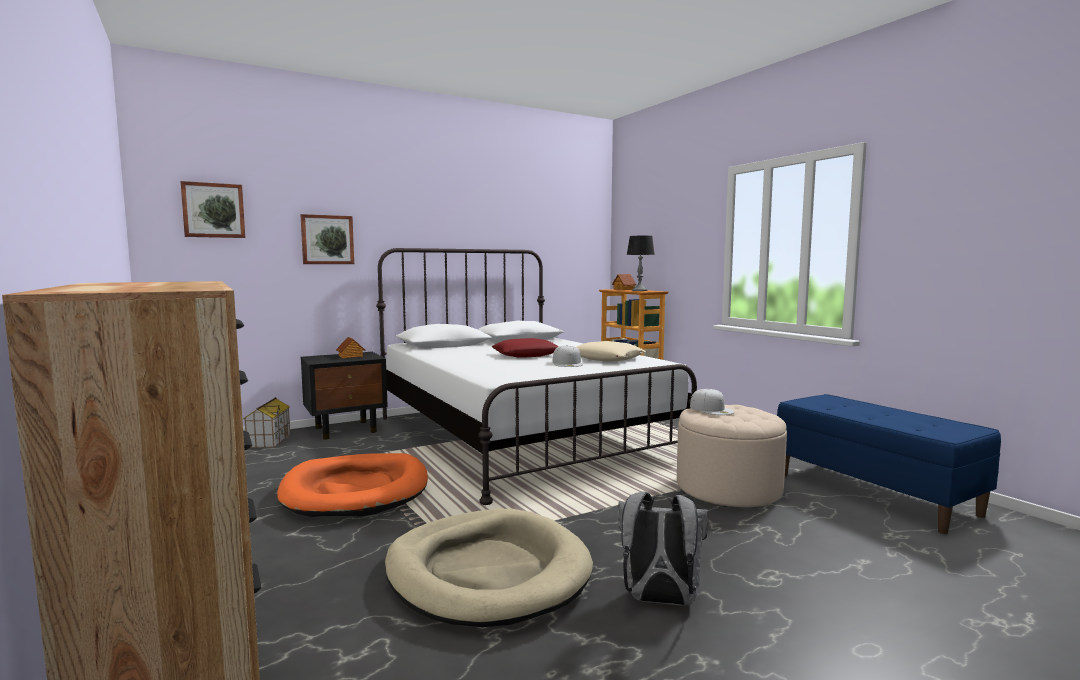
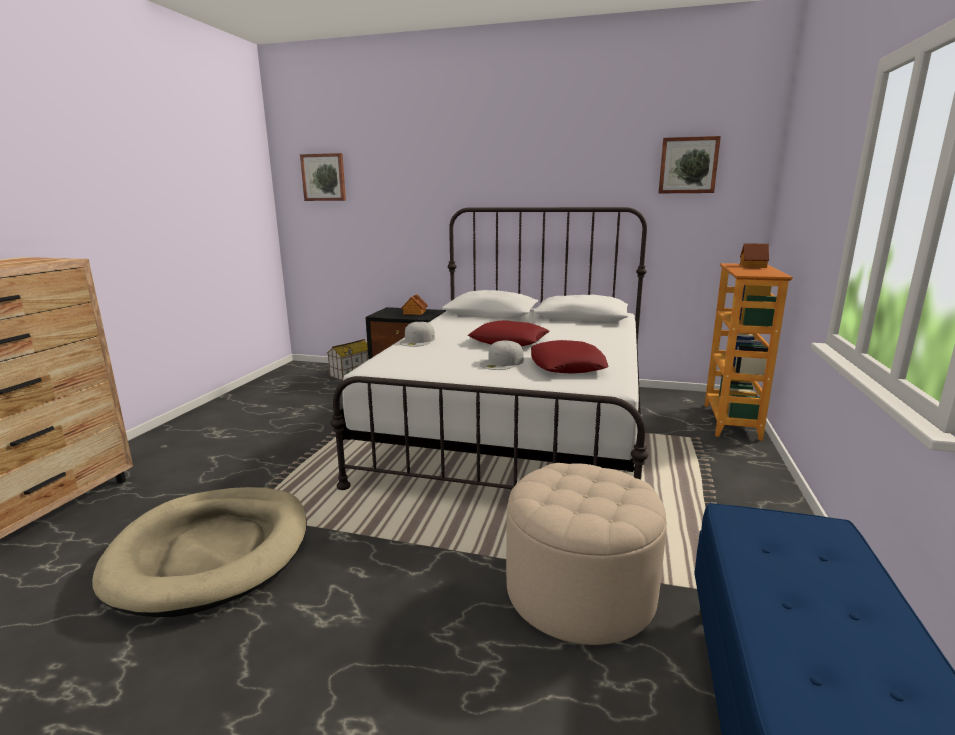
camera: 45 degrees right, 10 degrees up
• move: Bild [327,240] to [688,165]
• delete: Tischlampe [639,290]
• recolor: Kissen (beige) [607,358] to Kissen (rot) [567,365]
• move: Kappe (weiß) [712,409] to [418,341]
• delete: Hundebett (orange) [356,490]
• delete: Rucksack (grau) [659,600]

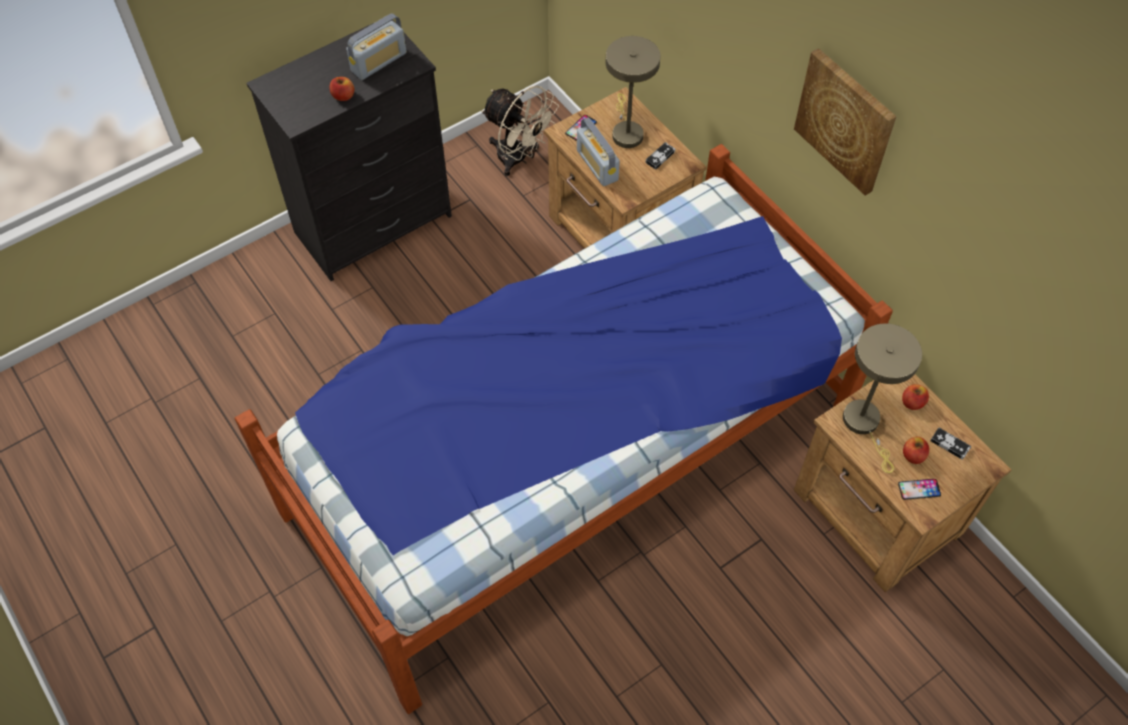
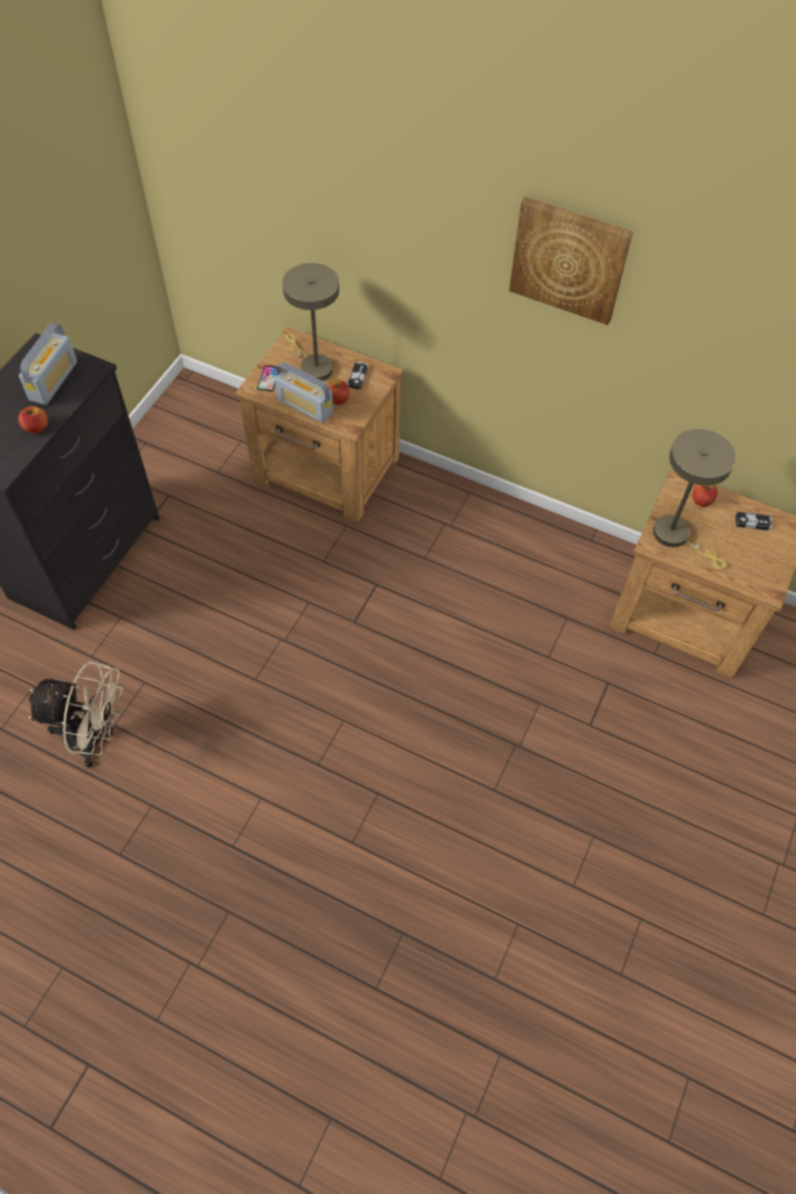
camera: 30 degrees left, 0 degrees up
• move: Ventilator (beige) [519,159] to [94,738]
• delete: Bett [569,460]
• move: Apfel [913,455] to [338,399]
• delete: Handy [919,489]

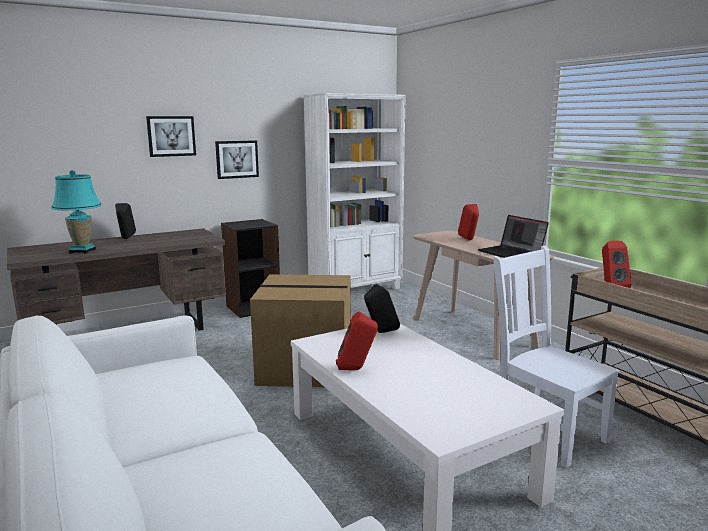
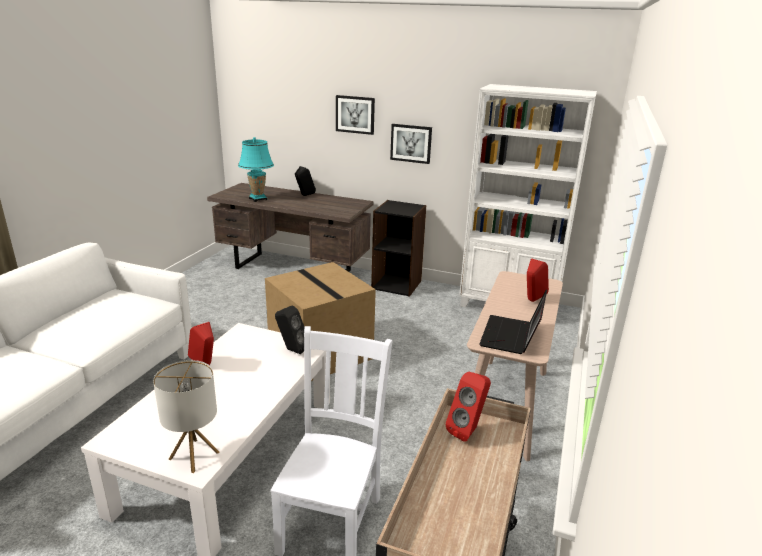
camera: 50 degrees right, 10 degrees up
• insert: Tischlampe [194,455]

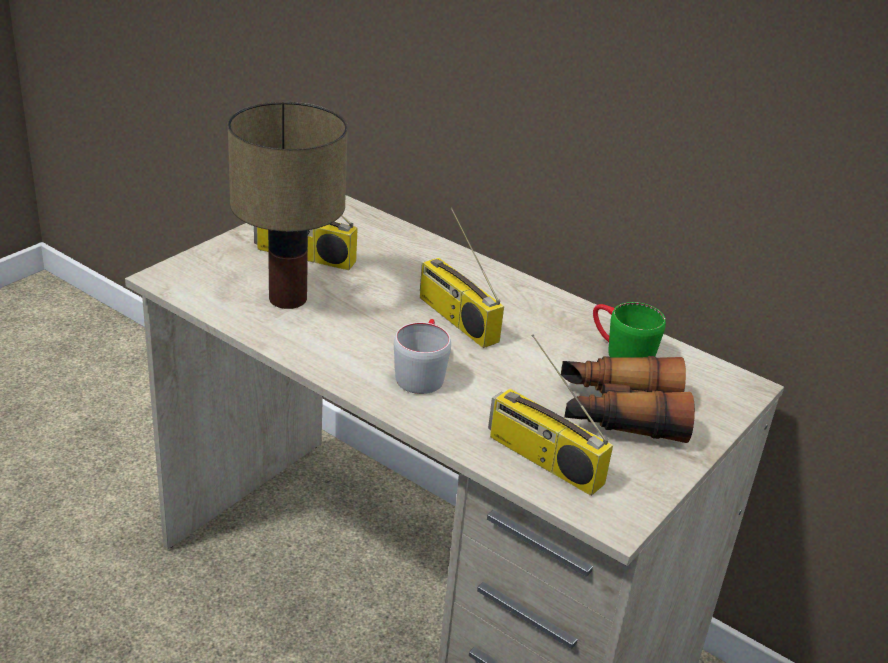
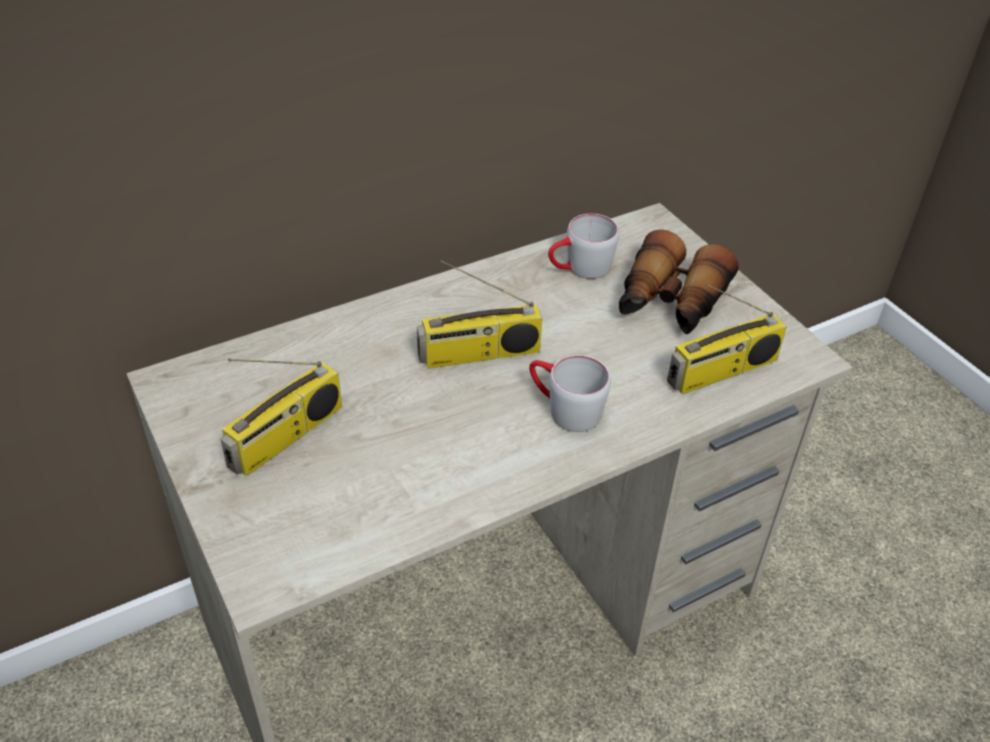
camera: 65 degrees left, 10 degrees up
• delete: Tischlampe [286,300]
• recolor: Henkelbecher (grün) [620,352] to Henkelbecher (grau) [579,269]

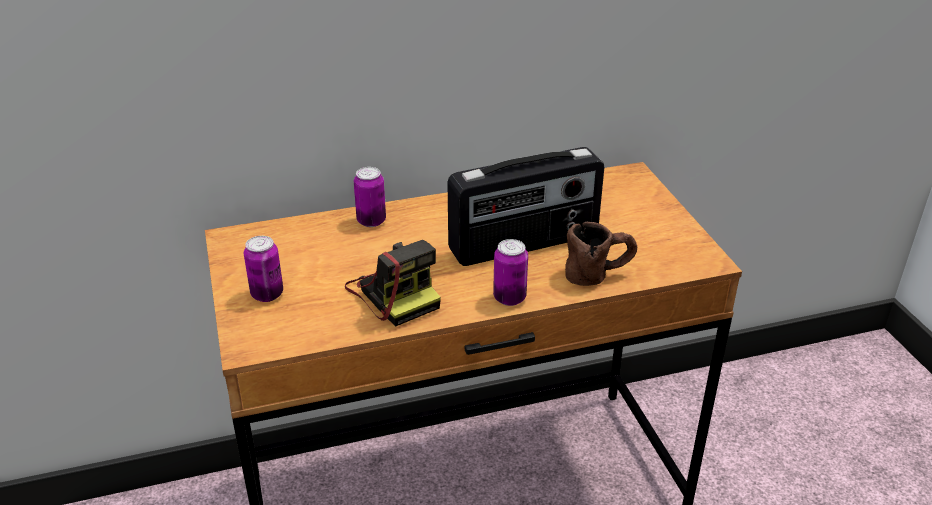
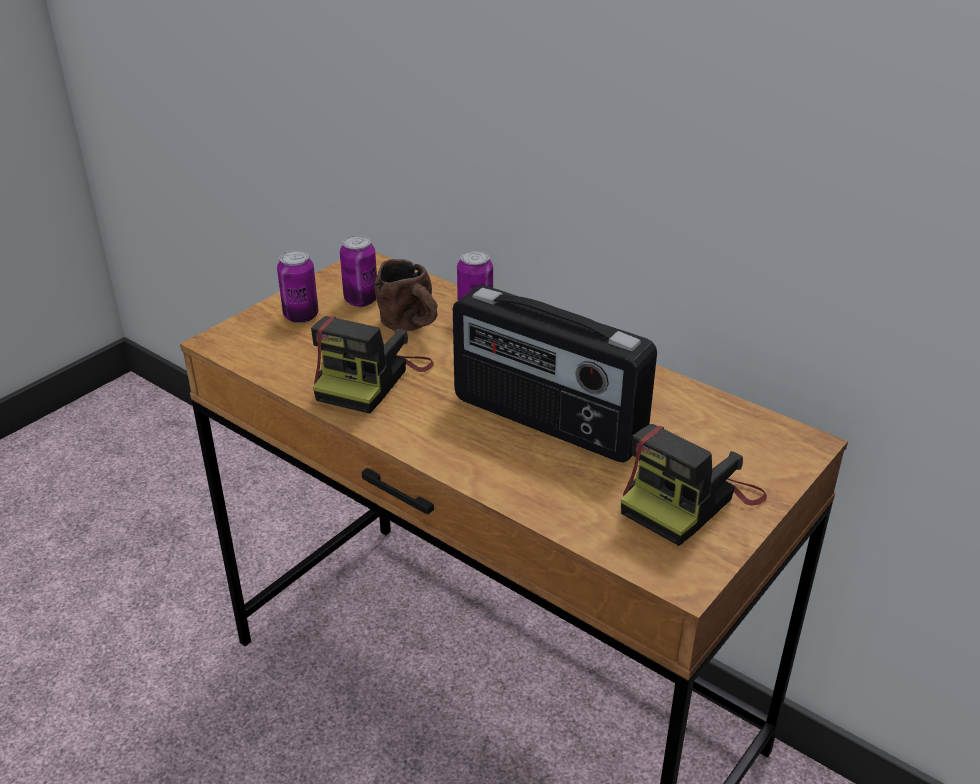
camera: 55 degrees right, 0 degrees up
• move: Henkelbecher (braun) [599,274] to [413,327]
• move: Dose [509,298] to [361,300]
• insert: Kamera [689,500]

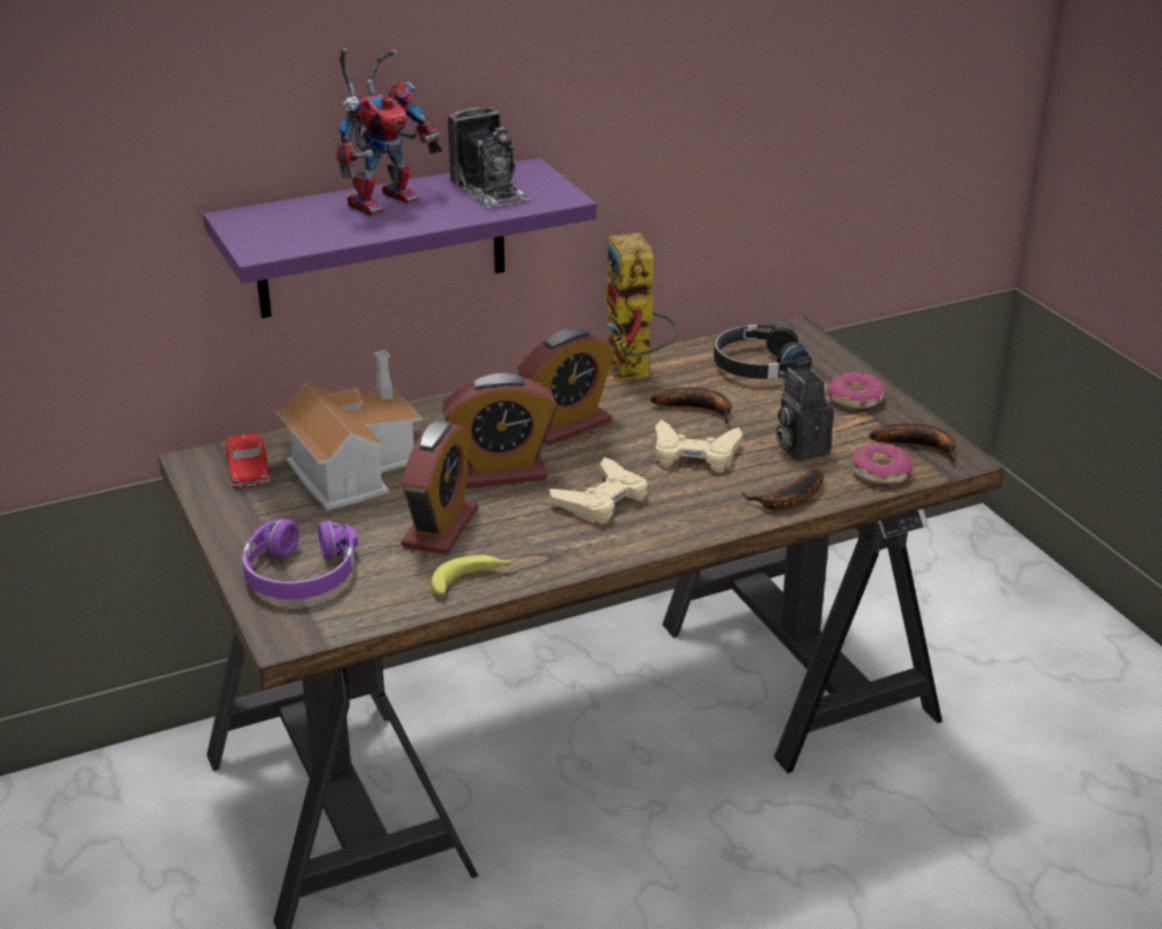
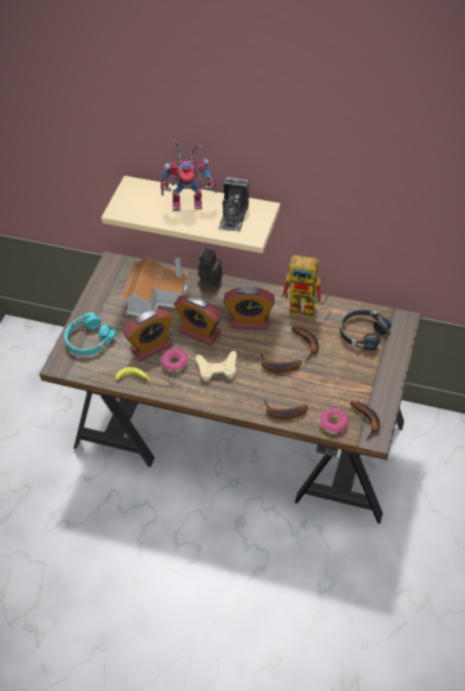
camera: 45 degrees right, 20 degrees up
• recolor: Wandregal (lila) [381,239] to Wandregal (beige) [202,209]
• rotate: Spielzeugroboter [635,372] = [309,307] 105 degrees counterclockwise
• move: Kamera [799,448] to [210,278]
• move: Donut [855,399] to [175,363]
• replace: Gamepad (beige) [695,454] to Banane [277,367]
• delete: Spielzeugauto (rot) [247,466]
• recolor: Kopfhörer (lila) [299,575] to Kopfhörer (türkis) [88,340]

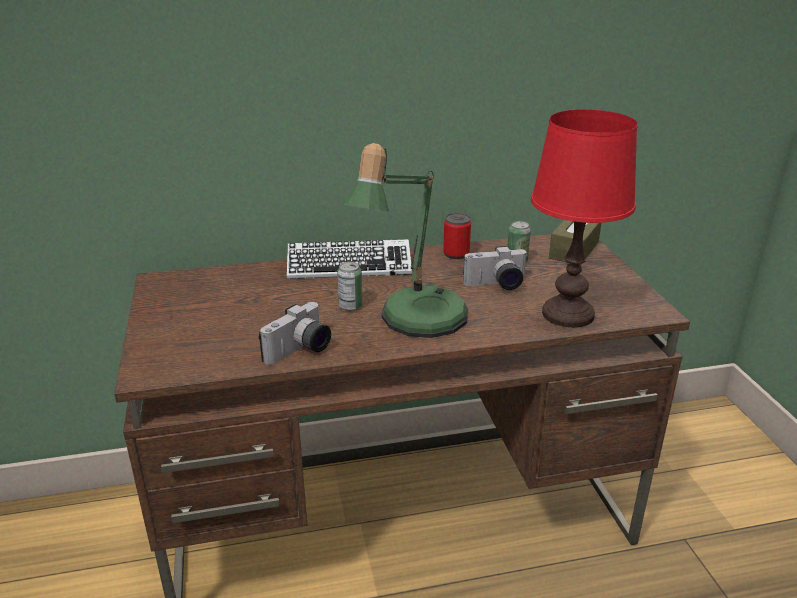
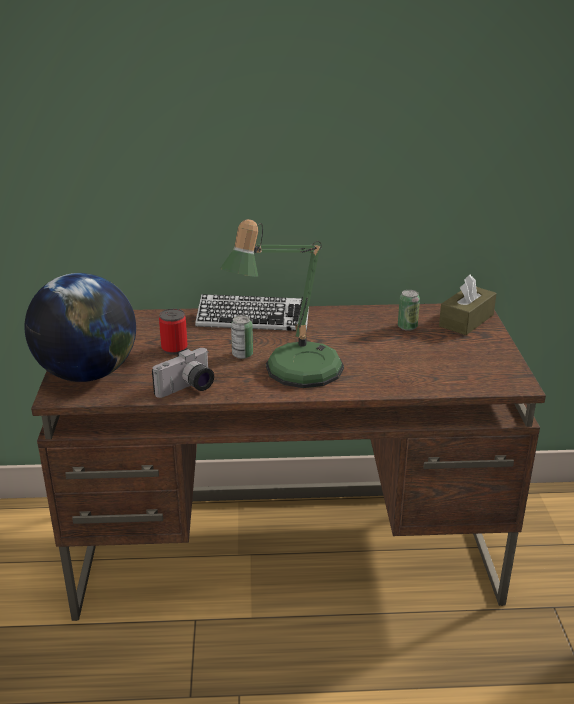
camera: 10 degrees right, 0 degrees up
• delete: Tischlampe (rot) [567,314]
• move: Dose [456,254] to [174,349]
• delete: Kamera [496,285]
• insert: Globus [87,374]

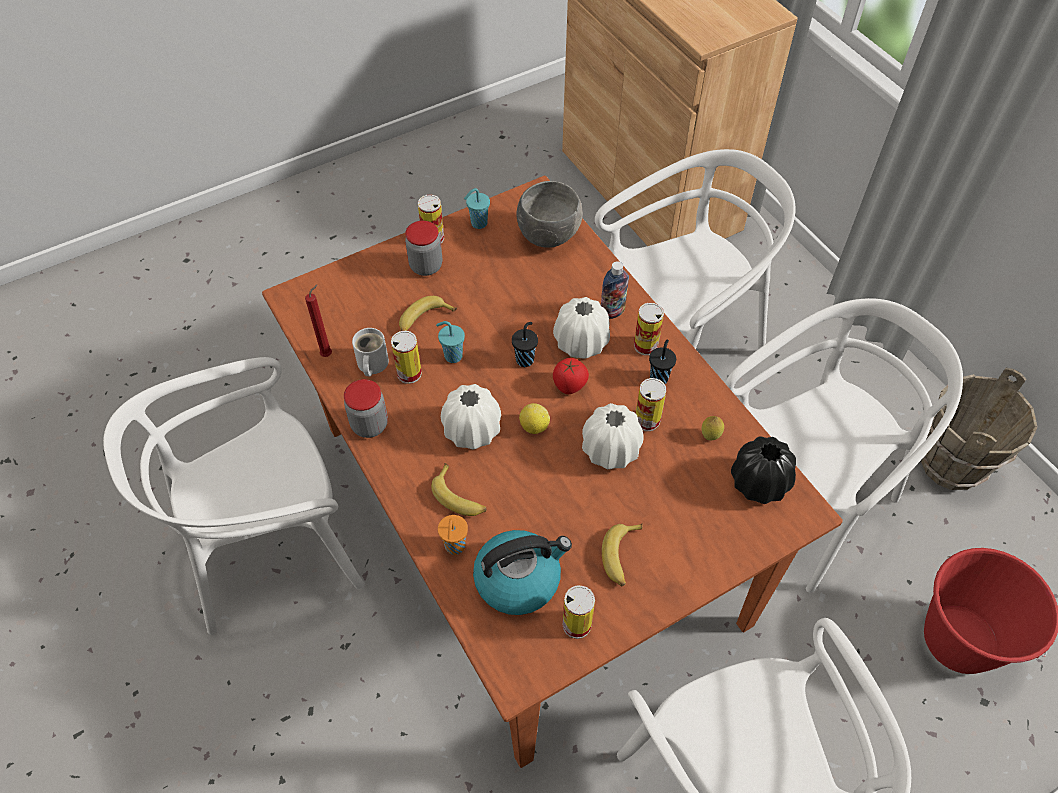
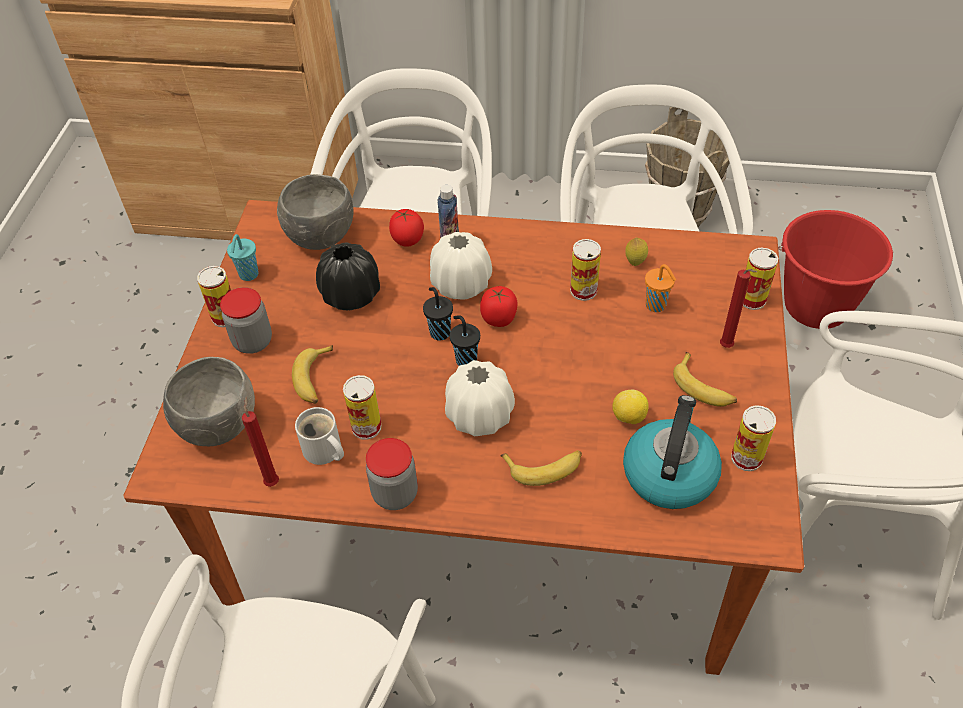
camera: 50 degrees left, 5 degrees down
• move: Dose [645,345] to [752,299]
• delete: Tasse (türkis) [452,356]
• move: Tasse (schwarz) [659,377] to [465,360]
• move: Zitrone [534,426] to [628,417]
• delete: Vase (weiß) [610,450]
• move: Vase (schwarz) [759,483] to [351,295]
• move: Tasse (orange) [454,547] to [656,306]
• insert: Tomate [407,241]
• insert: Kerze (rot) [727,347]
• insert: Schüssel (grau) [218,425]

